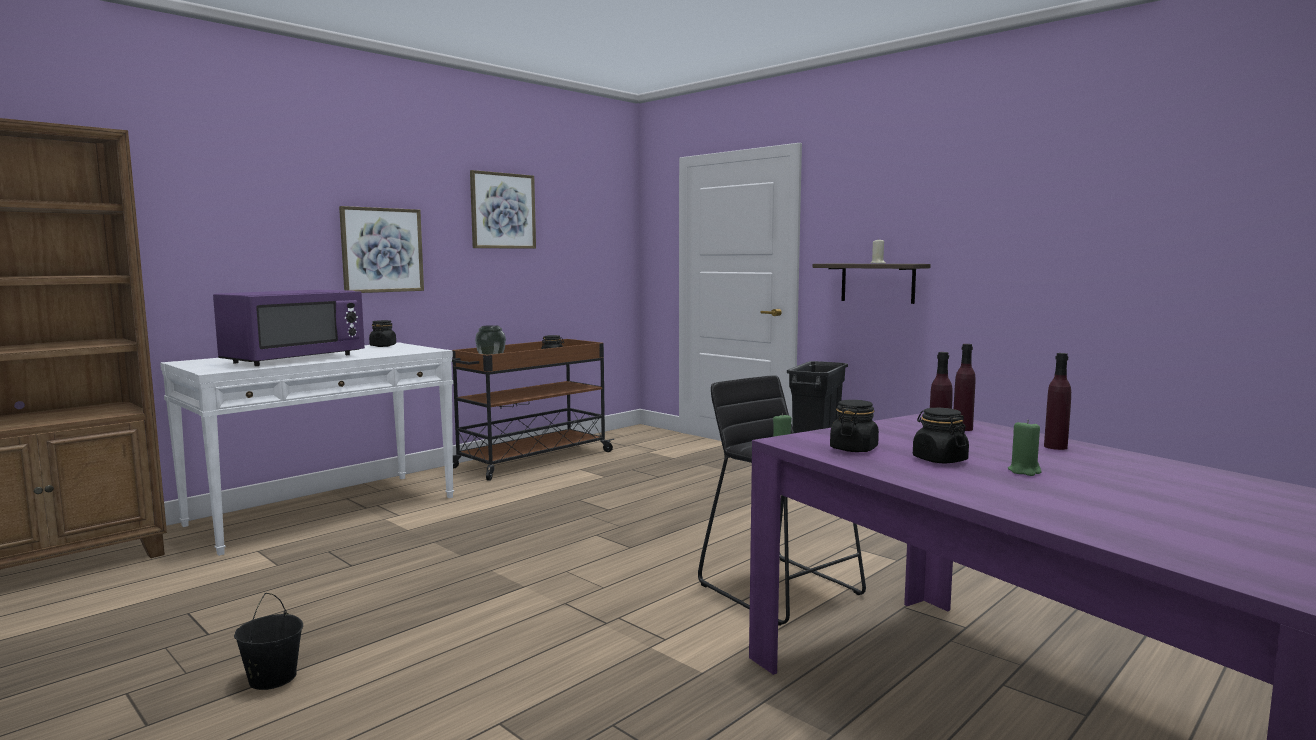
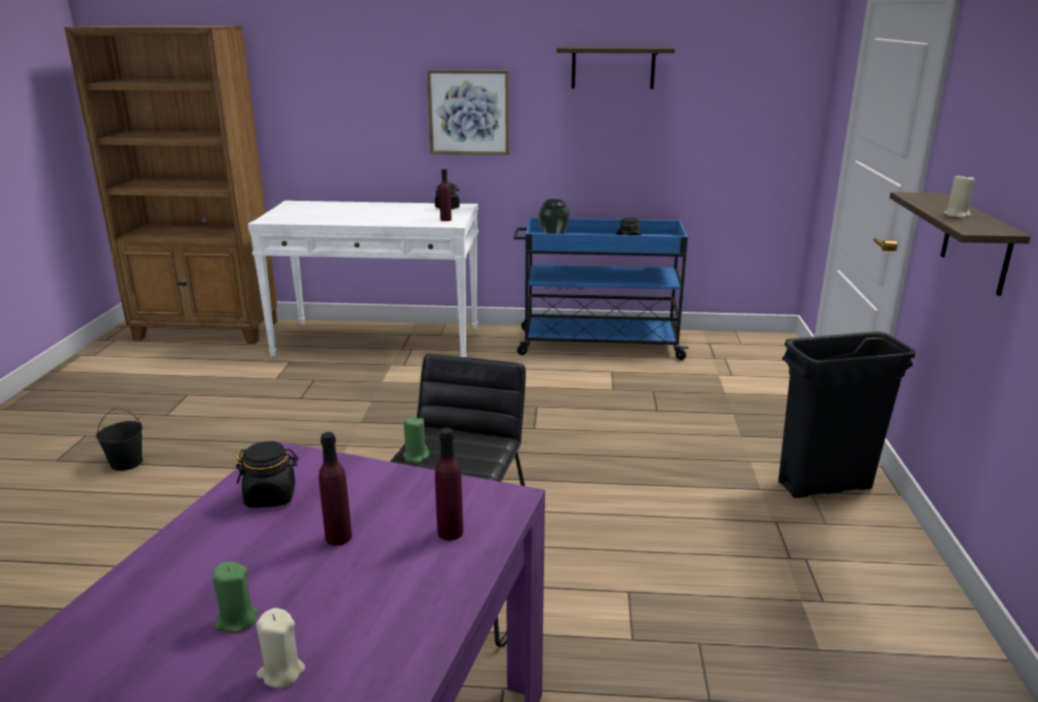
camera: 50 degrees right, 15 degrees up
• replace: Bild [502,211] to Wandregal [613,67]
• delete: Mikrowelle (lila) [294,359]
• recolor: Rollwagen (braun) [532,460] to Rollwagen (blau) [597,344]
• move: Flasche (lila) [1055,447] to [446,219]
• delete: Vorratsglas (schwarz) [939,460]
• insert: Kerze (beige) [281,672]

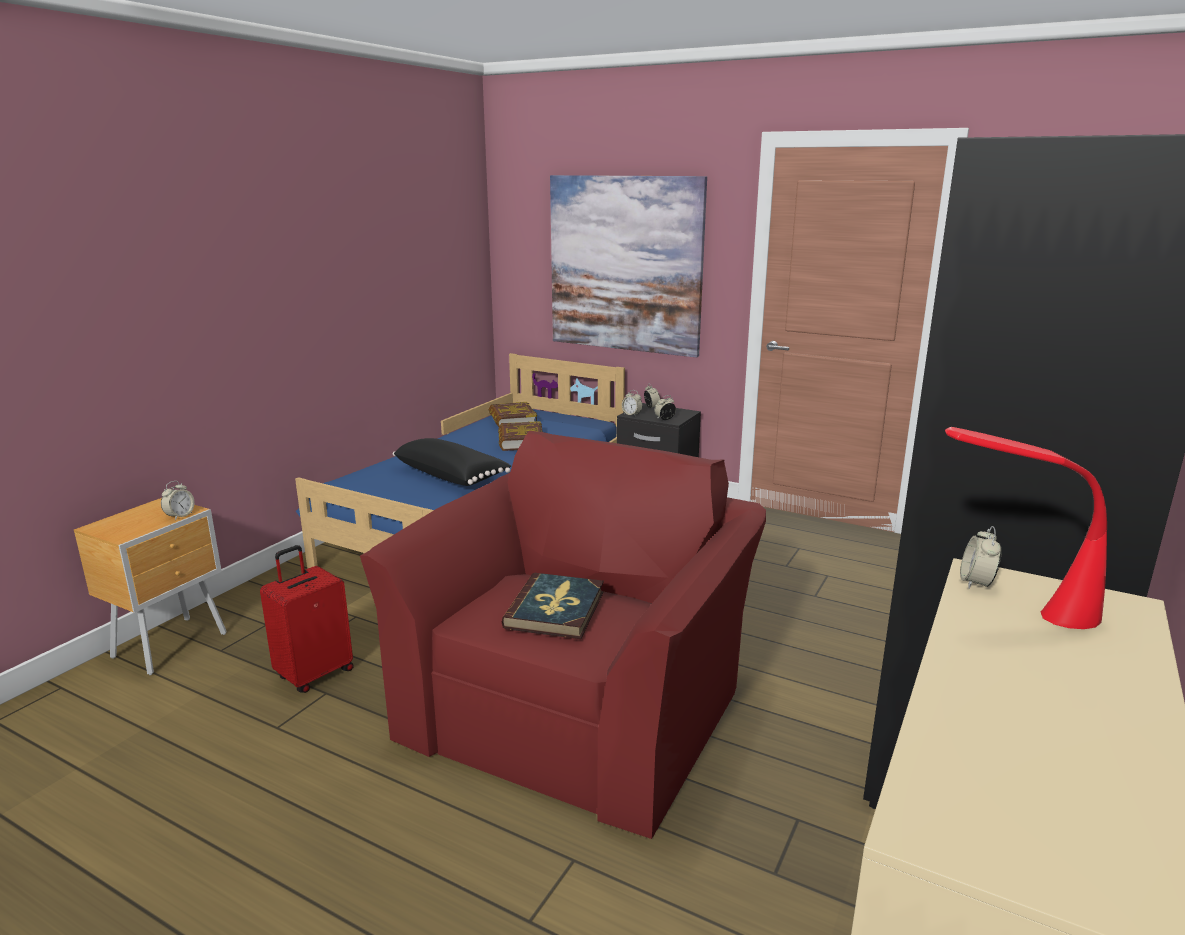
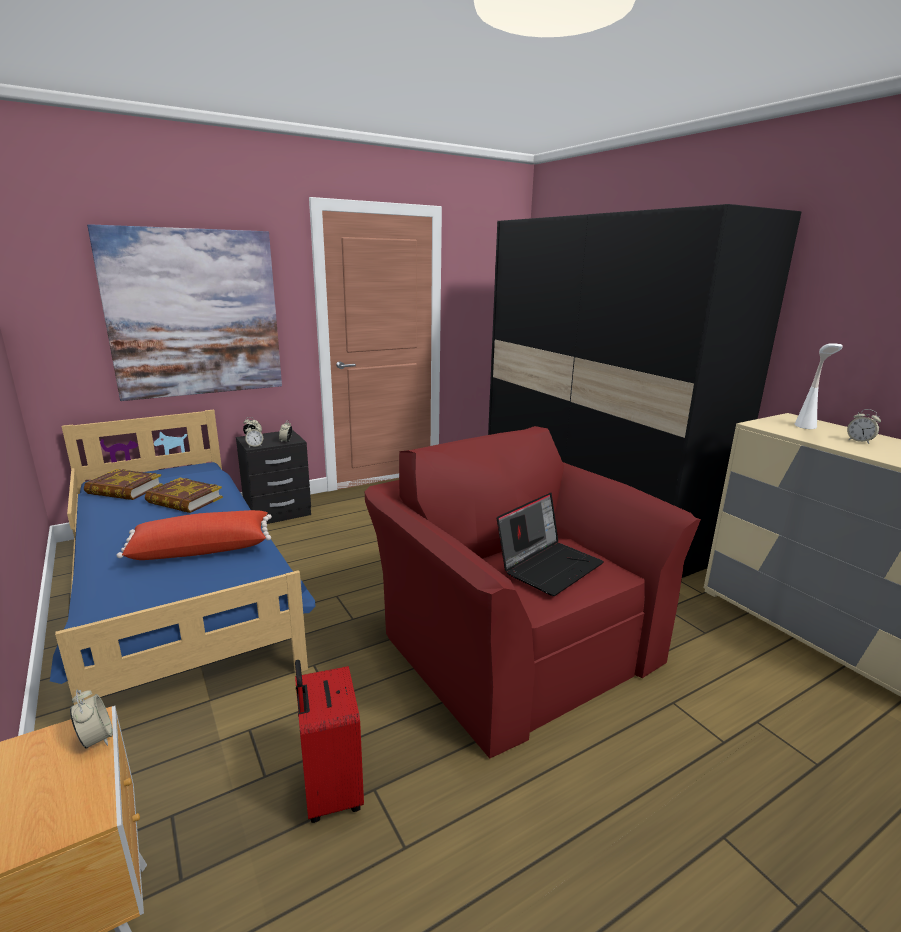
camera: 60 degrees left, 0 degrees up
• recolor: Tischlampe (rot) [1007,619] to Tischlampe (weiß) [807,433]
• recolor: Kissen (schwarz) [452,475] to Kissen (rot) [202,548]
• move: Wecker [976,583] to [859,441]
• replace: Buch [556,610] to Laptop [549,565]

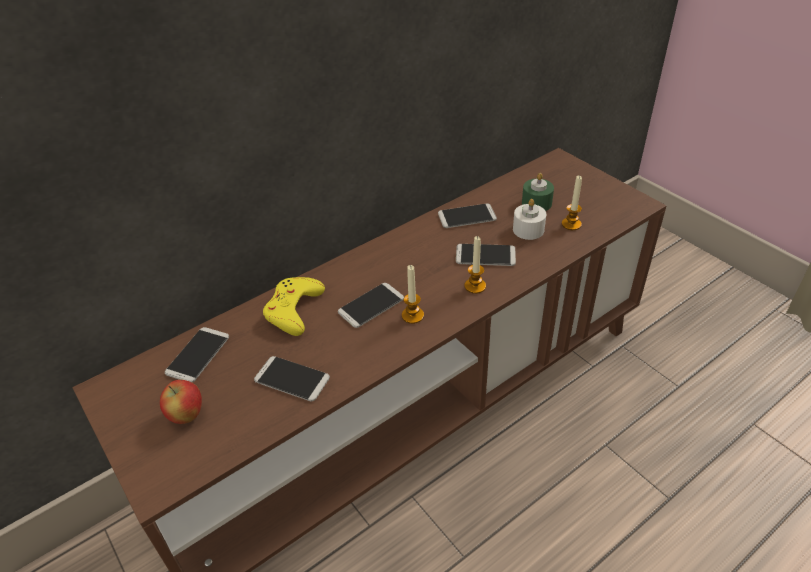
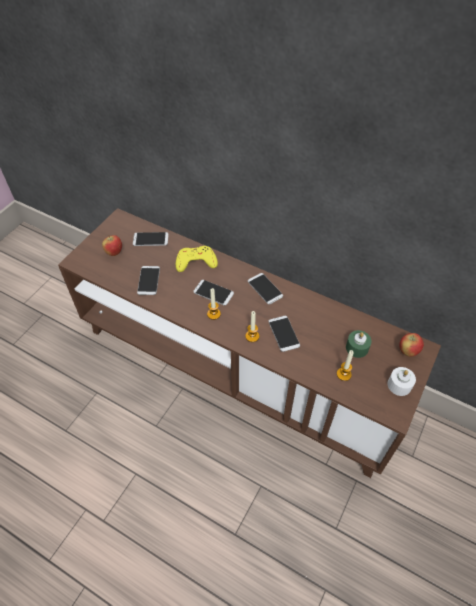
camera: 65 degrees right, 10 degrees up
• move: Kerze (weiß) [528,229] to [399,385]
• move: Handy [467,216] to [265,289]
• insert: Apfel [407,351]

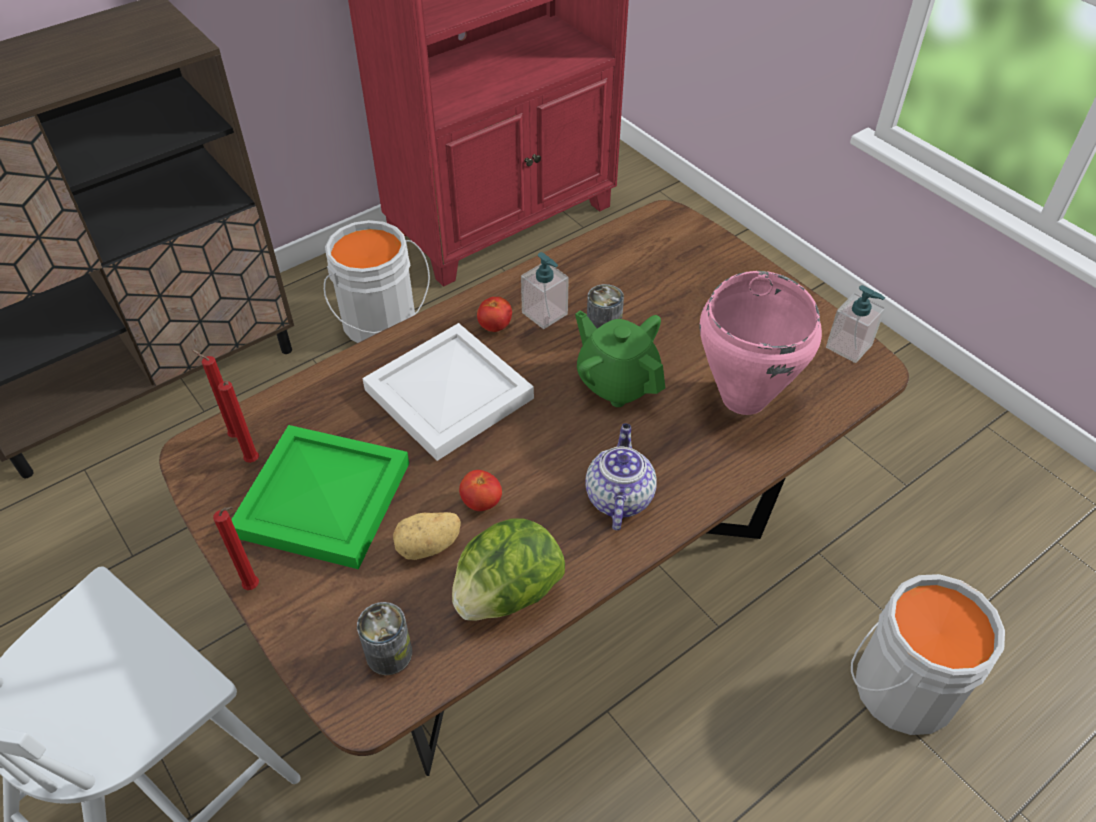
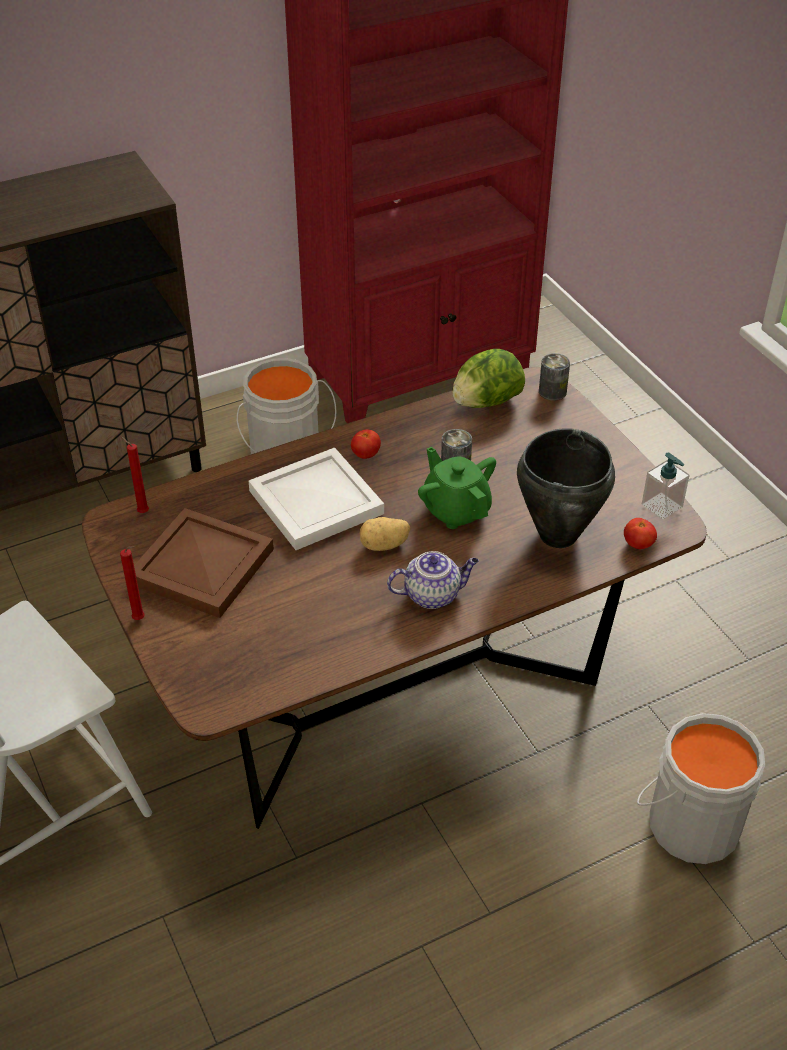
camera: 10 degrees right, 5 degrees down
• delete: Seifenspender [545,313]
• recolor: Kochtopf (rosa) [743,398] to Kochtopf (schwarz) [557,535]
• delete: Kerze (rot) [253,462]
• rotate: Teekanne [618,497] = [433,594] 60 degrees clockwise
• recolor: Tablett (grün) [320,500] to Tablett (braun) [200,567]
• move: Tomate [481,502] to [638,545]
• move: Kartoffel [429,547] to [384,545]
• move: Salatkopf [507,593] to [486,402]
• move: Dose [389,653] to [552,391]

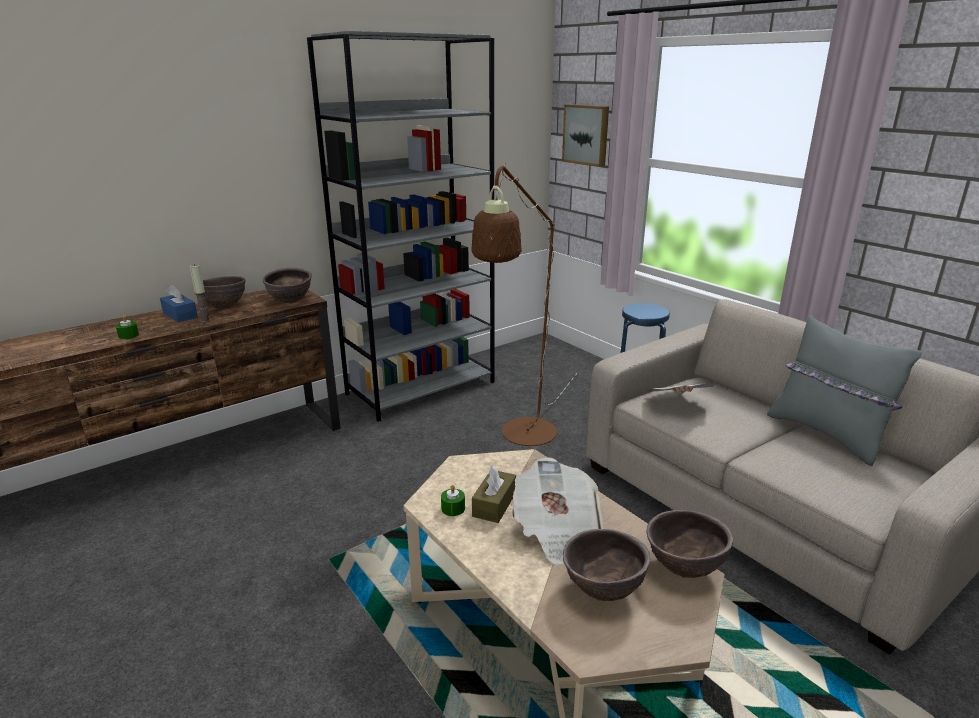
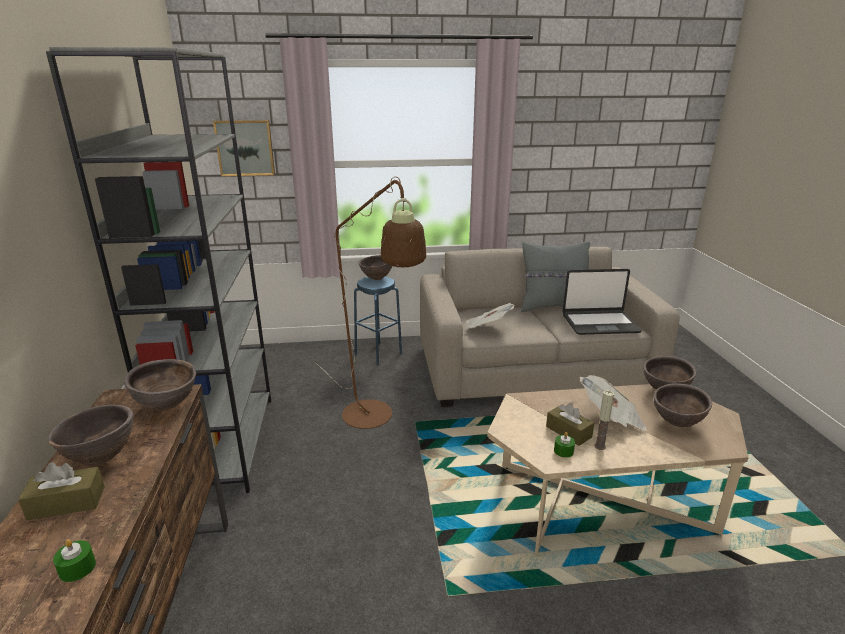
camera: 60 degrees left, 0 degrees up
• move: Kerze [205,321] to [600,446]
• recolor: Taschentuchbox (blau) [180,315] to Taschentuchbox (braun) [67,503]
• insert: Schüssel (braun) [376,278]
• insert: Laptop [599,323]

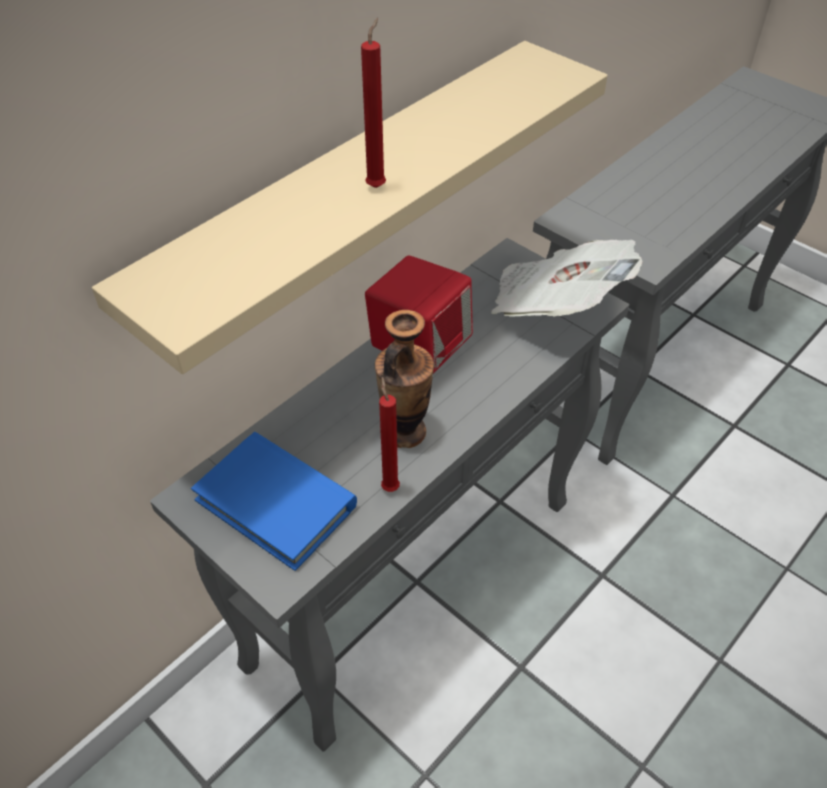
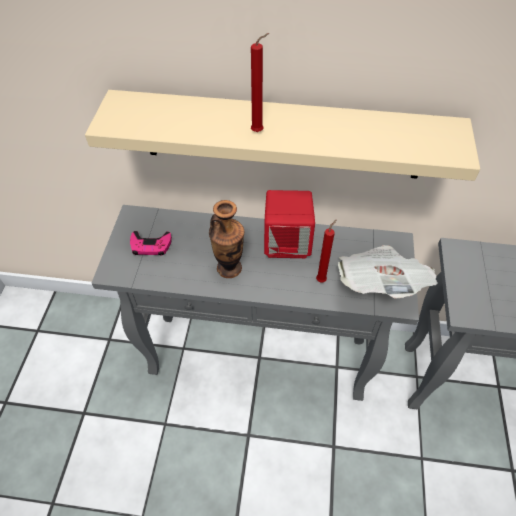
camera: 55 degrees right, 5 degrees up
• move: Kerze (rot) [389,486] to [322,279]
• replace: Buch (blau) [276,503] to Gamepad (rosa) [150,245]

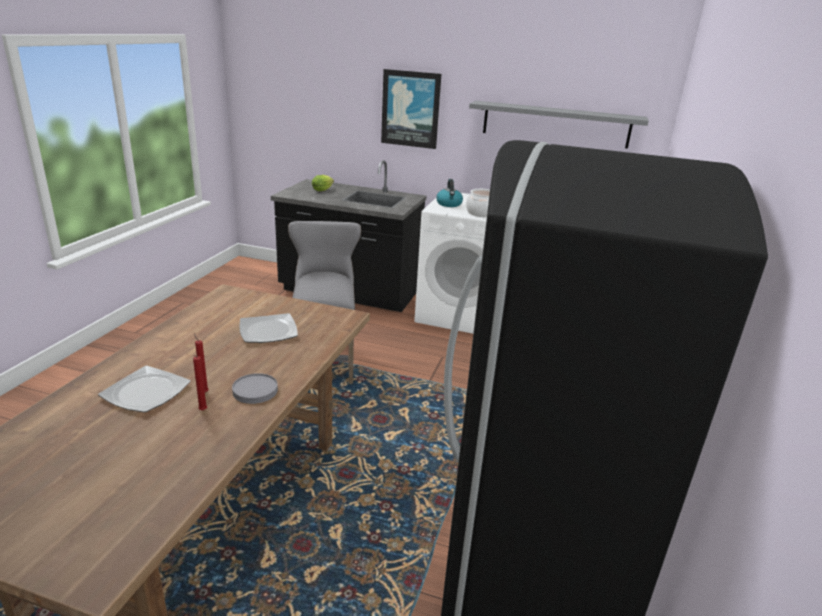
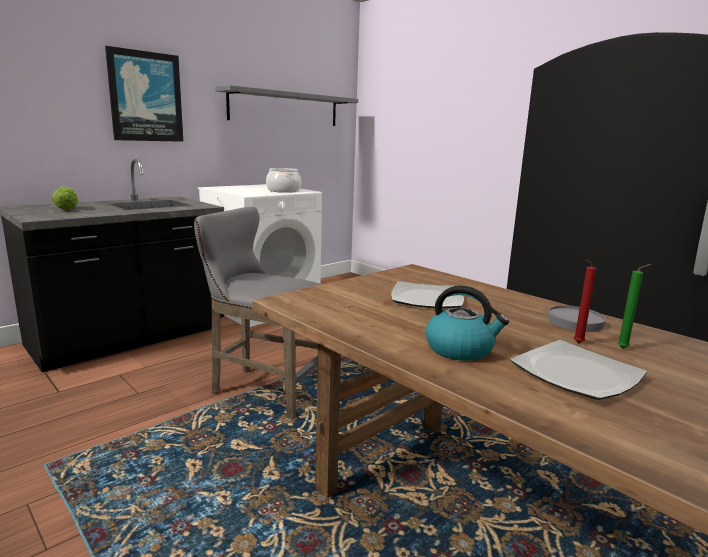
camera: 60 degrees left, 10 degrees down
• move: Wasserkessel [449,204] to [460,349]
• recolor: Kerze (rot) [202,411] to Kerze (grün) [624,349]

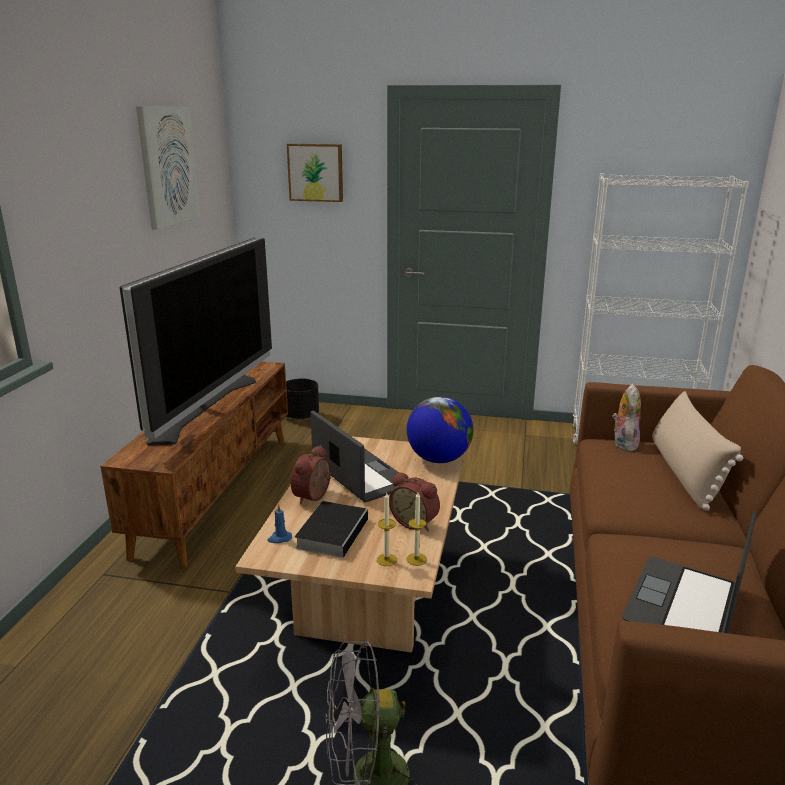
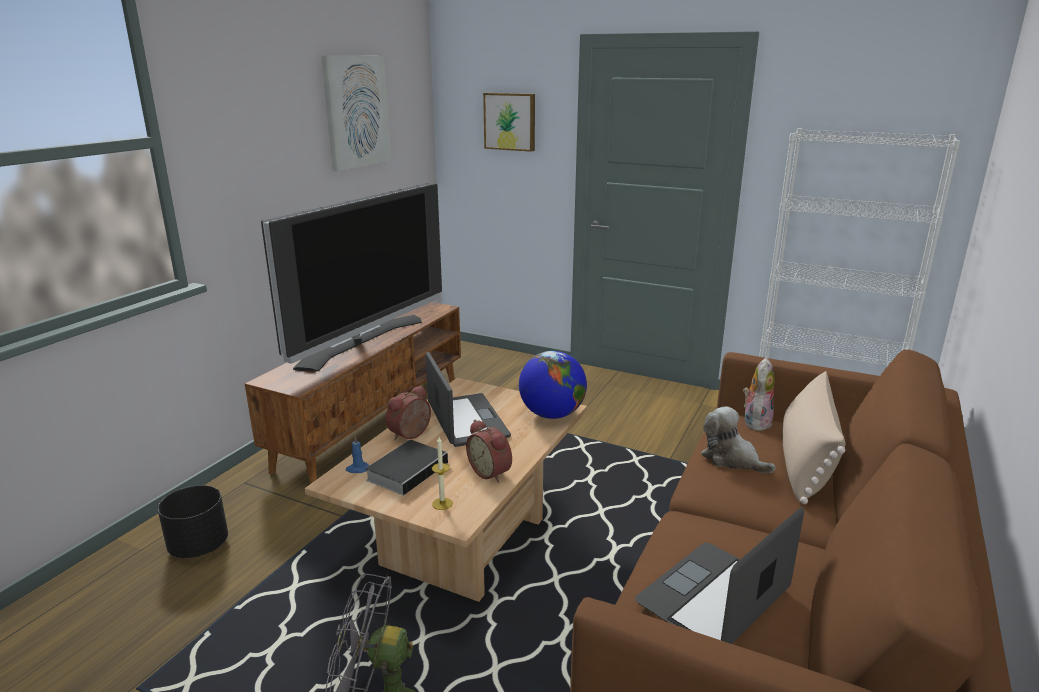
camera: 15 degrees right, 0 degrees up
• move: Pflanzkübel (schwarz) [301,416] to [199,546]
• delete: Kerze [416,559]
• insert: Plüschtier [732,459]

